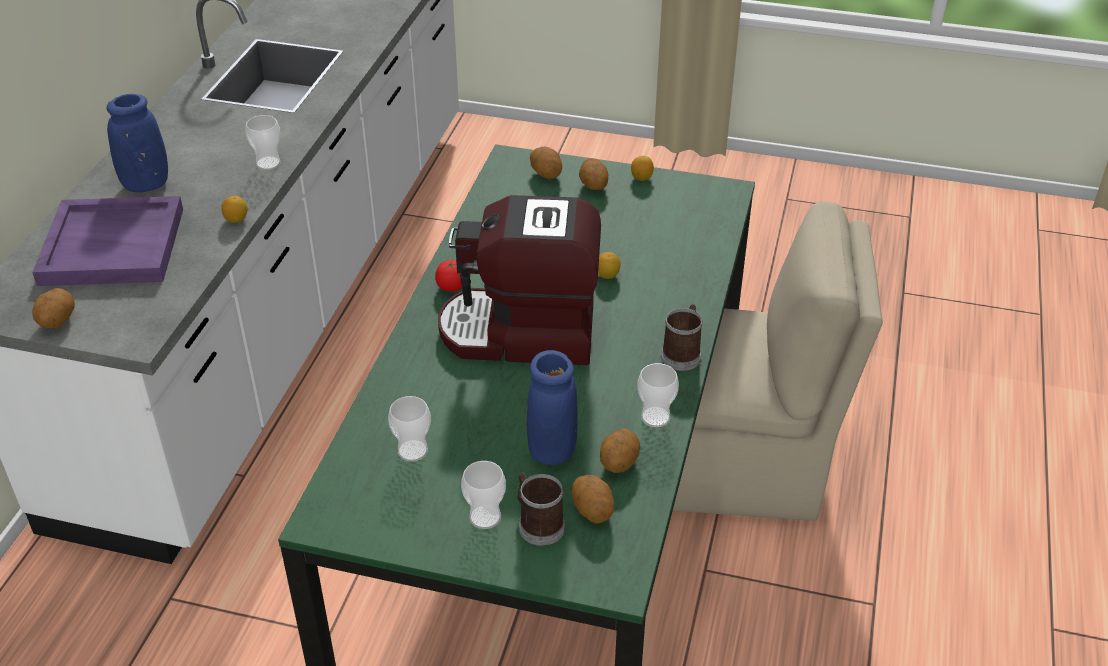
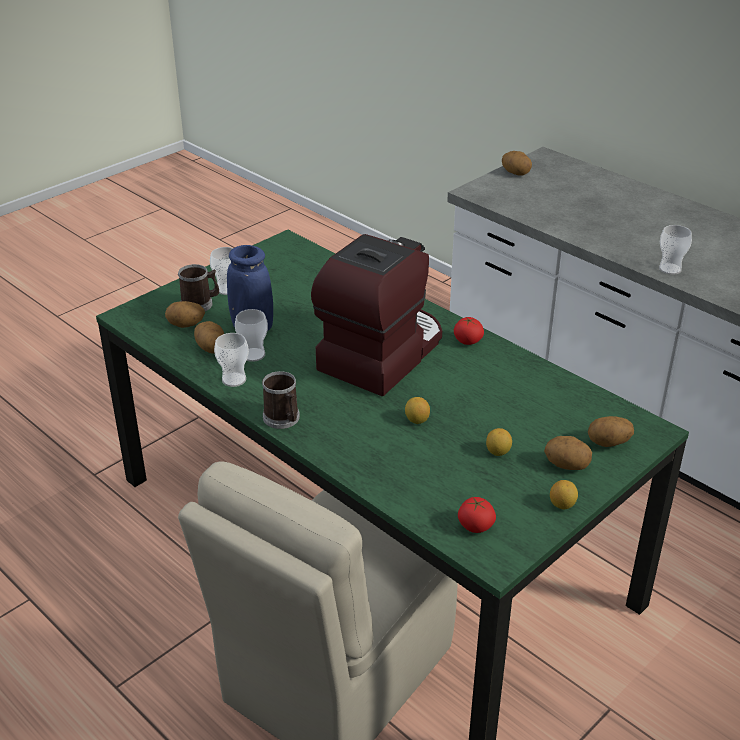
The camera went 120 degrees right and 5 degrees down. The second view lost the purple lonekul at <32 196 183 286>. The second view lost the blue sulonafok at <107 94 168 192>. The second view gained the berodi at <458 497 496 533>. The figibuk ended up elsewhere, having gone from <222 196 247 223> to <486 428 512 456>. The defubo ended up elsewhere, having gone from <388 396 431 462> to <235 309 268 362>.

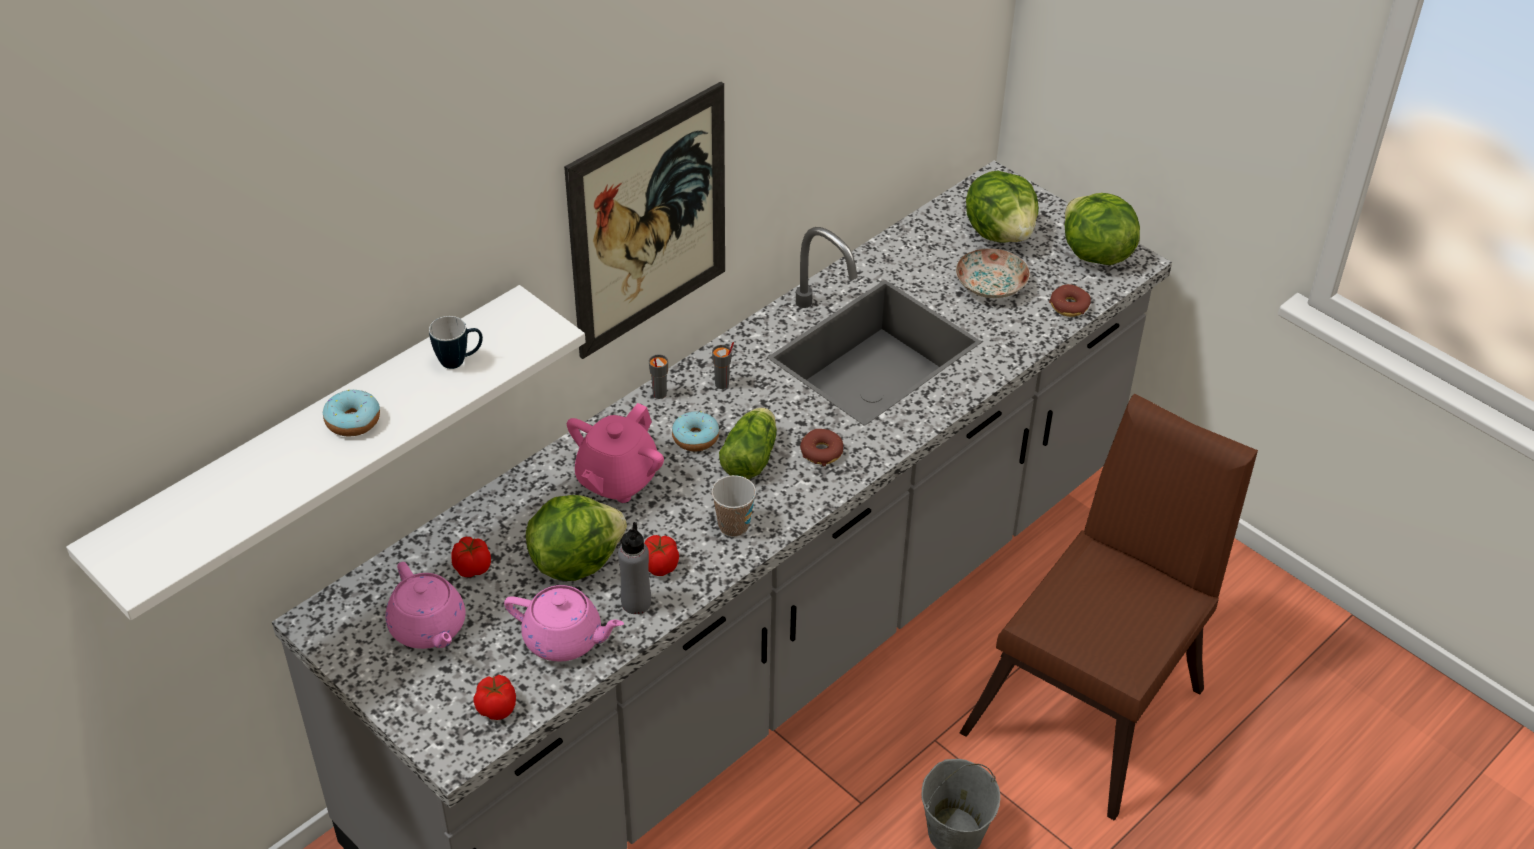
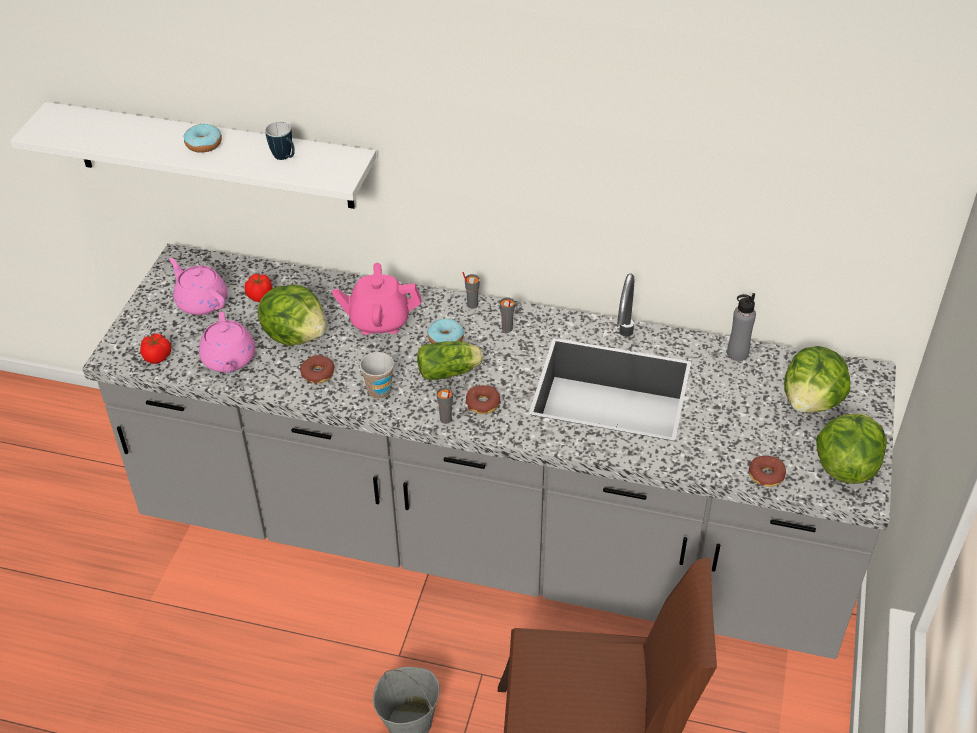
The camera went 60 degrees right and 0 degrees up. The second view lost the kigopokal at <564 81 725 359>. The second view lost the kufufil at <956 248 1030 298>. The second view gained the grey defubo at <436 387 453 424>. The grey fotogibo ended up elsewhere, having gone from <618 522 651 614> to <727 293 756 361>. Where the berodi stood at <644 535 679 576>, the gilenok came to stand at <300 355 334 385>. The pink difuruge at <386 562 465 649> ended up facing another way, 105 degrees clockwise from before.

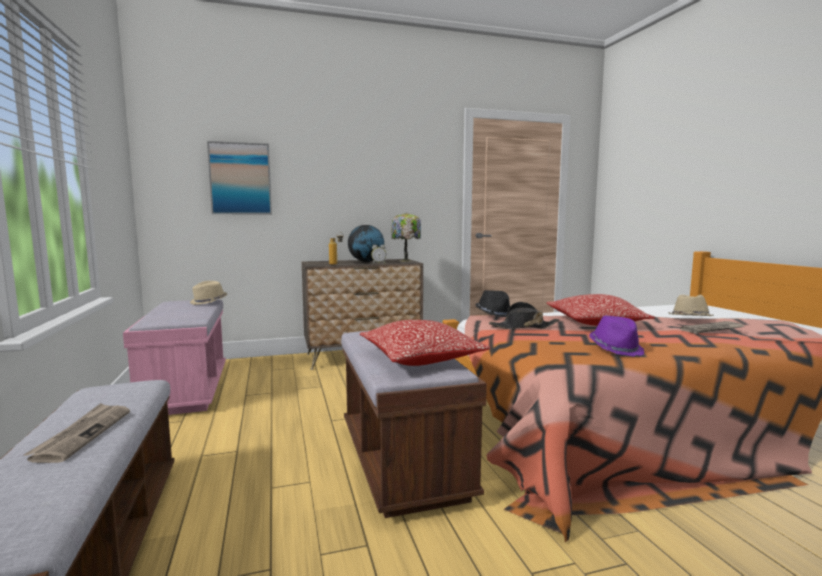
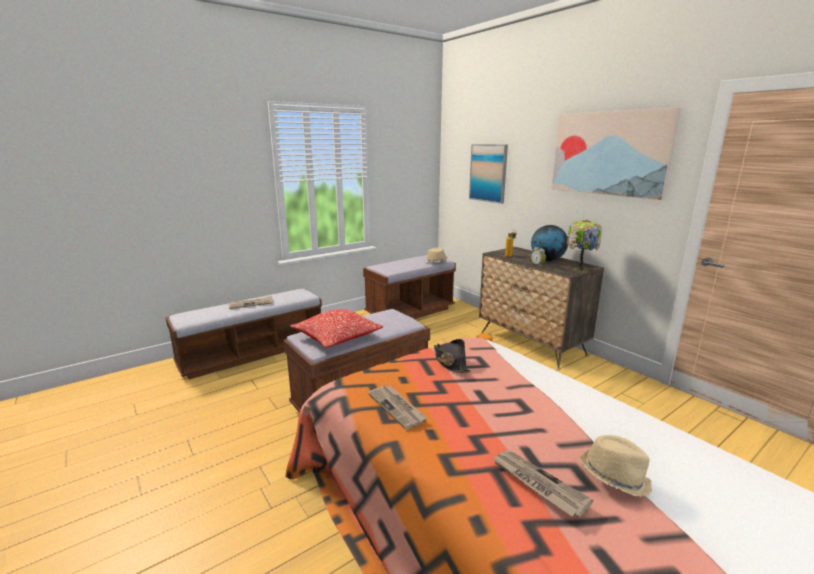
The camera went 70 degrees right and 10 degrees up. The second view lost the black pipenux at <475 290 510 317>. The second view lost the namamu at <546 294 655 326>. The second view gained the kigopokal at <552 107 681 200>. Where the purple pipenux stood at <589 315 644 357>, the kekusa came to stand at <368 386 427 430>. What was the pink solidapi at <123 300 226 415> turned into the brown solidapi at <363 255 456 319>.

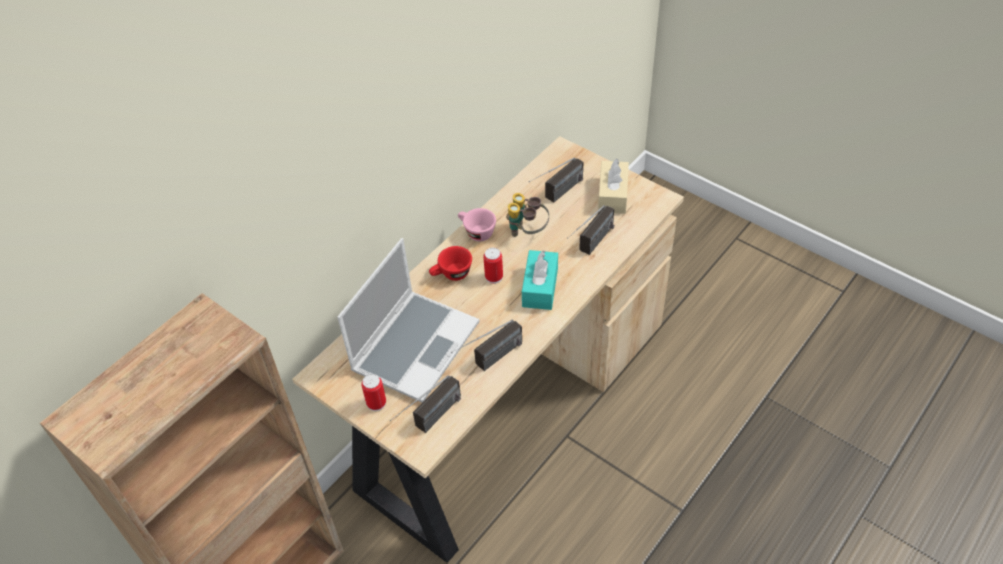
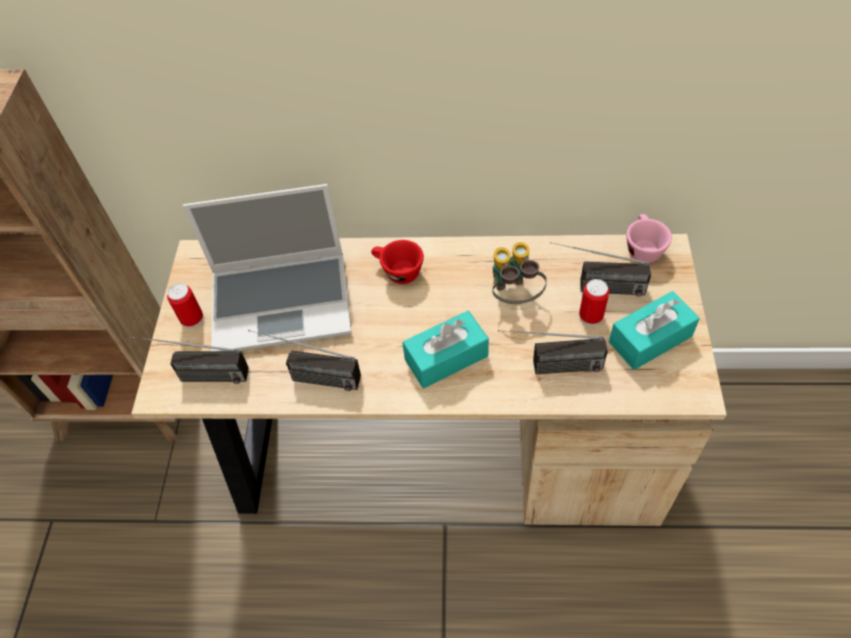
The camera went 55 degrees right and 5 degrees up. The pink defubo ended up elsewhere, having gone from <458 208 496 241> to <626 214 672 263>. The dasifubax ended up elsewhere, having gone from <483 248 503 284> to <579 279 609 326>. What was the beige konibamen at <598 159 629 214> turned into the turquoise konibamen at <609 291 700 370>.

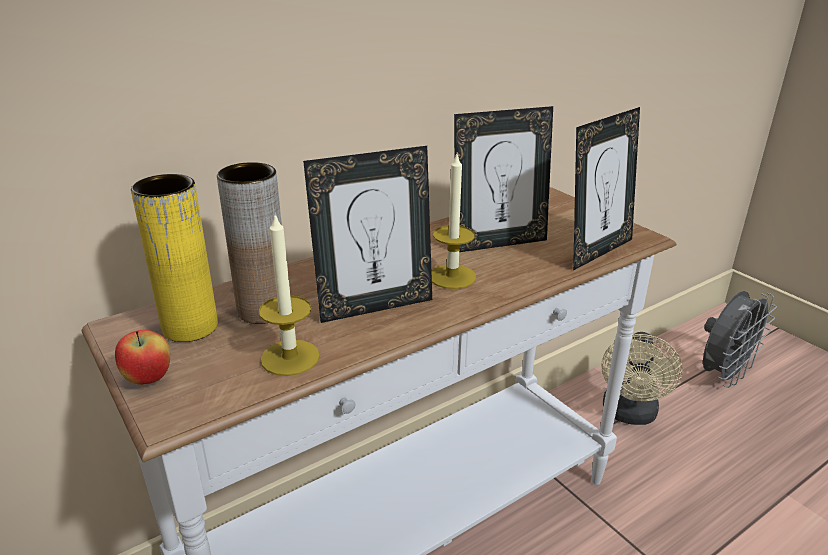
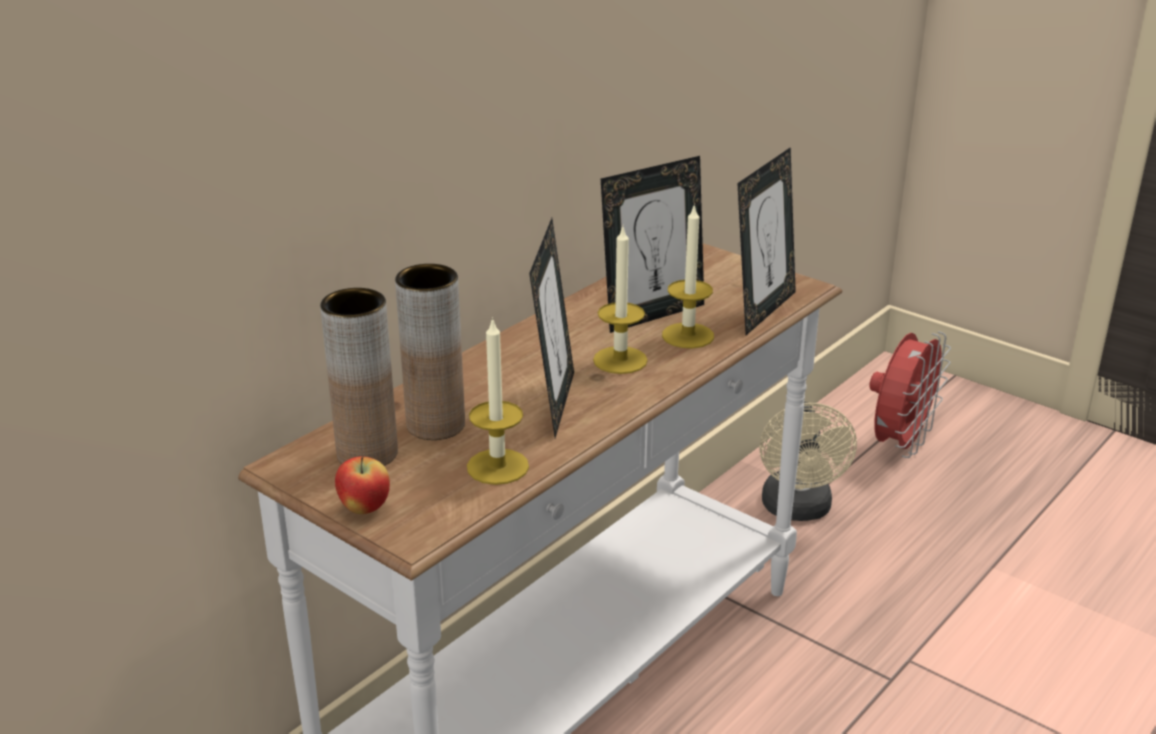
The camera went 15 degrees left and 0 degrees up. The second view gained the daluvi at <662 204 714 348>. What was the yellow sulonafok at <131 174 218 342> turned into the brown sulonafok at <320 288 398 466>. What was the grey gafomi at <703 291 777 388> turned into the red gafomi at <869 331 951 458>. The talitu at <303 146 432 323> ended up facing another way, 45 degrees counterclockwise from before.

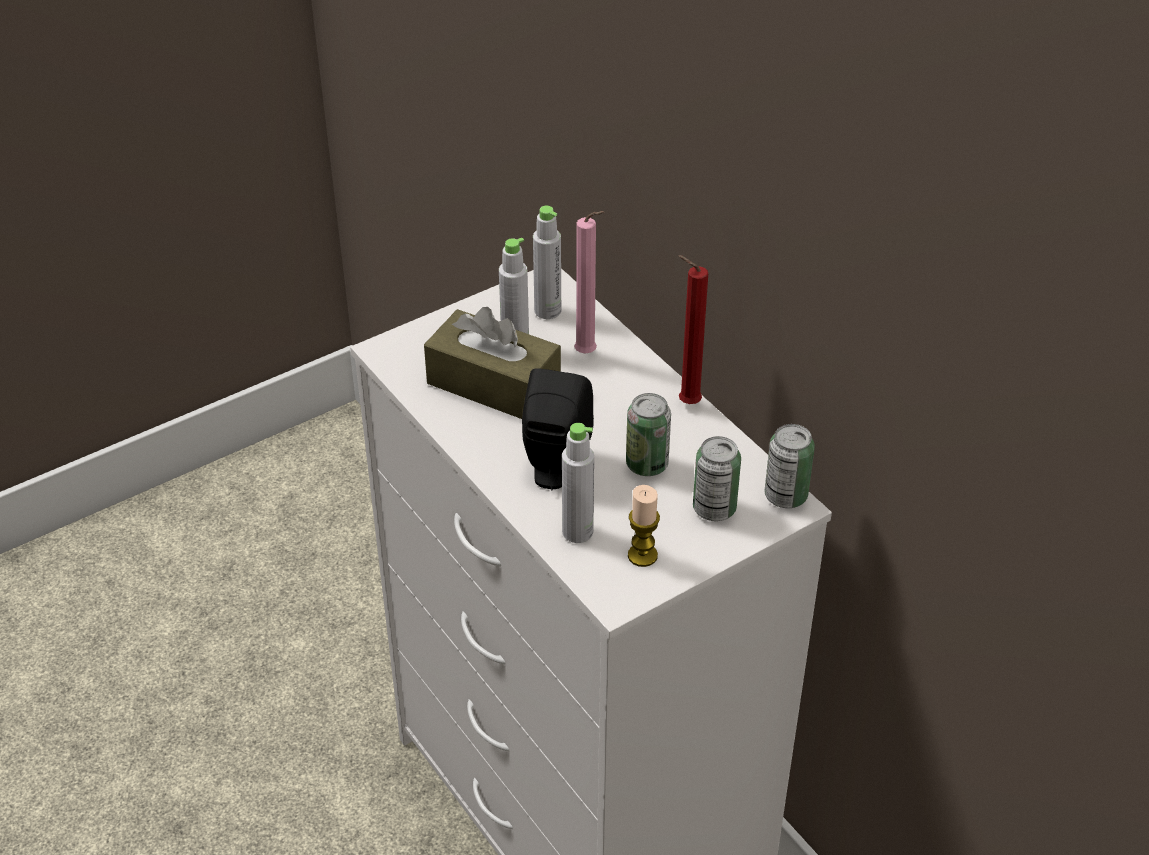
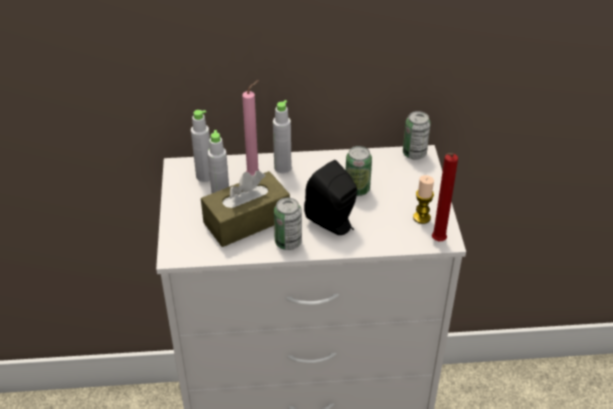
The camera went 60 degrees left and 0 degrees up. The grey fotogibo ended up elsewhere, having gone from <562 423 594 543> to <273 100 291 174>. The red daluvi ended up elsewhere, having gone from <678 255 708 404> to <432 153 458 241>. The dasifubax ended up elsewhere, having gone from <693 436 741 521> to <274 198 302 250>.

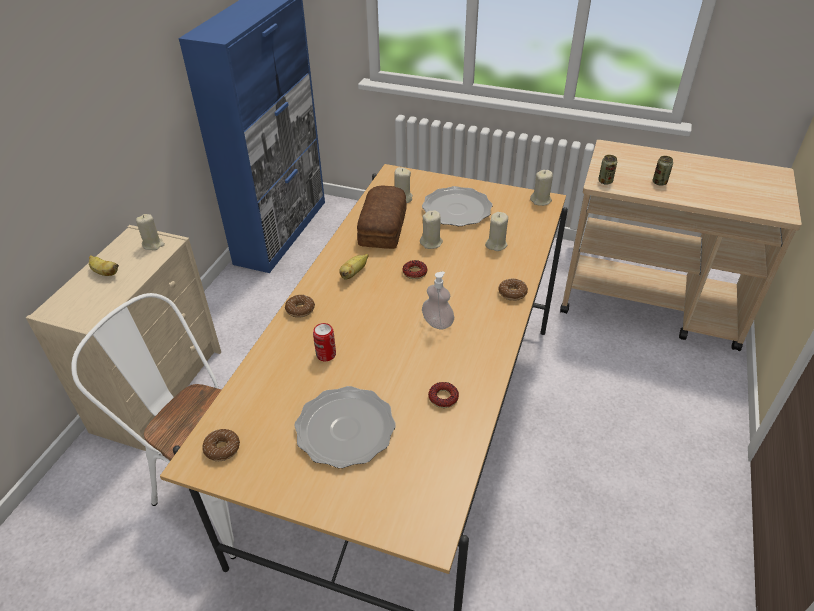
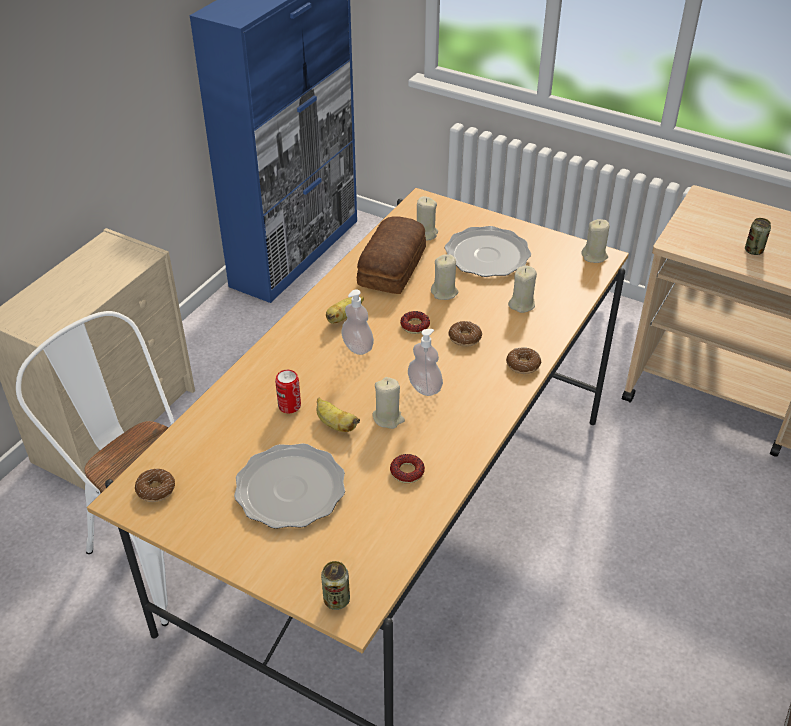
The camera went 10 degrees right and 0 degrees up. The second view gained the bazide at <341 290 374 355>. The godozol ended up elsewhere, having gone from <89 255 119 276> to <316 398 360 432>. The beige daluvi ended up elsewhere, having gone from <136 214 165 250> to <372 377 405 429>. The gilenok ended up elsewhere, having gone from <285 295 315 318> to <448 321 482 347>. The dasifubax ended up elsewhere, having gone from <598 155 617 185> to <321 561 350 610>.

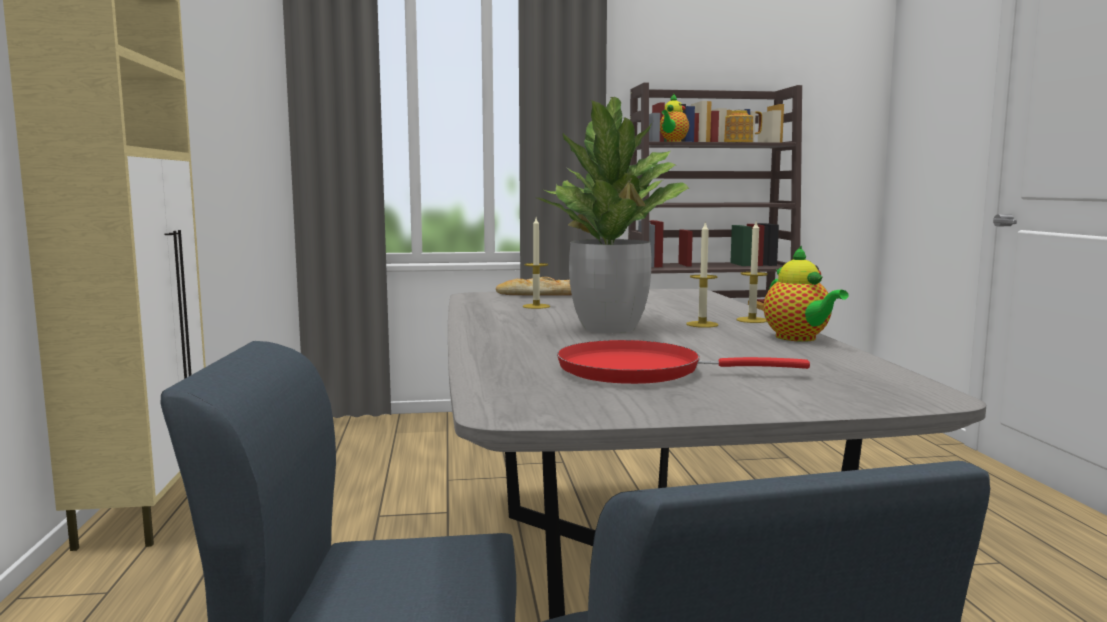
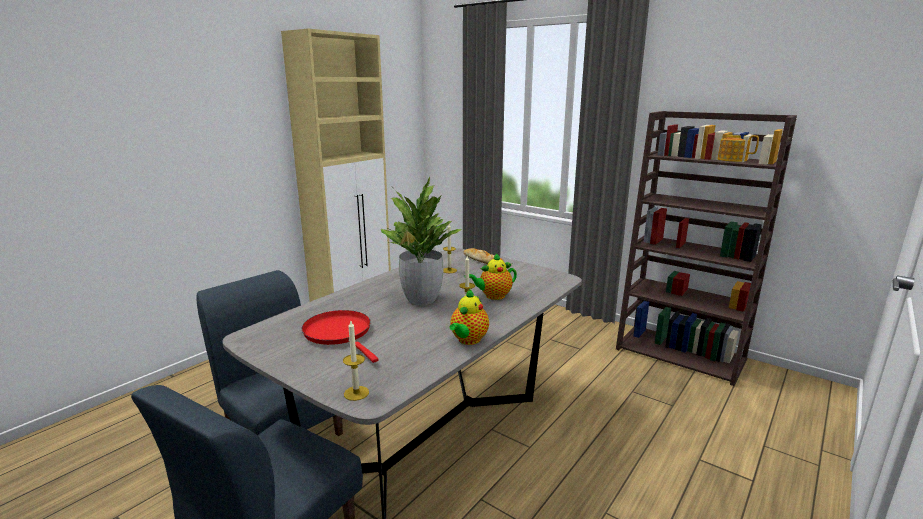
The camera went 45 degrees right and 10 degrees up. The difuruge ended up elsewhere, having gone from <660 93 689 142> to <464 253 517 300>. The daluvi ended up elsewhere, having gone from <736 222 768 323> to <343 321 369 401>.

